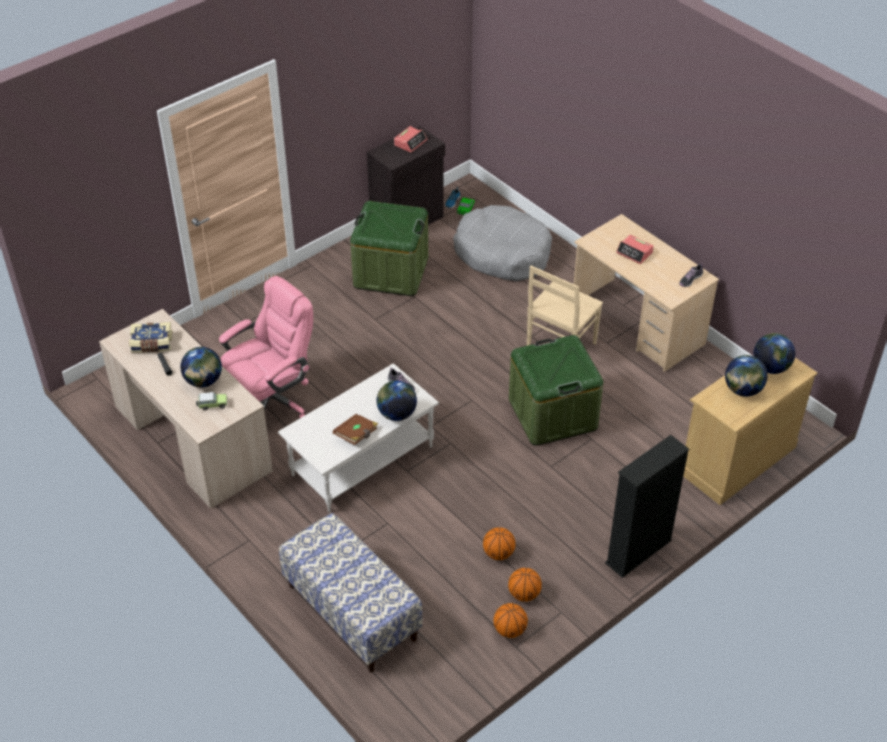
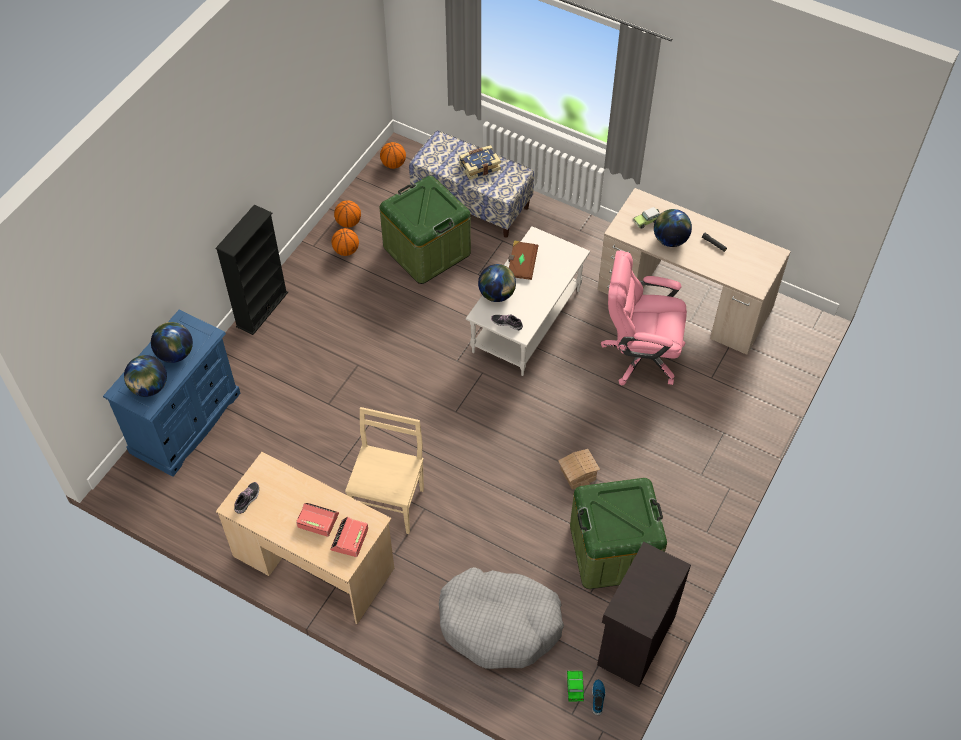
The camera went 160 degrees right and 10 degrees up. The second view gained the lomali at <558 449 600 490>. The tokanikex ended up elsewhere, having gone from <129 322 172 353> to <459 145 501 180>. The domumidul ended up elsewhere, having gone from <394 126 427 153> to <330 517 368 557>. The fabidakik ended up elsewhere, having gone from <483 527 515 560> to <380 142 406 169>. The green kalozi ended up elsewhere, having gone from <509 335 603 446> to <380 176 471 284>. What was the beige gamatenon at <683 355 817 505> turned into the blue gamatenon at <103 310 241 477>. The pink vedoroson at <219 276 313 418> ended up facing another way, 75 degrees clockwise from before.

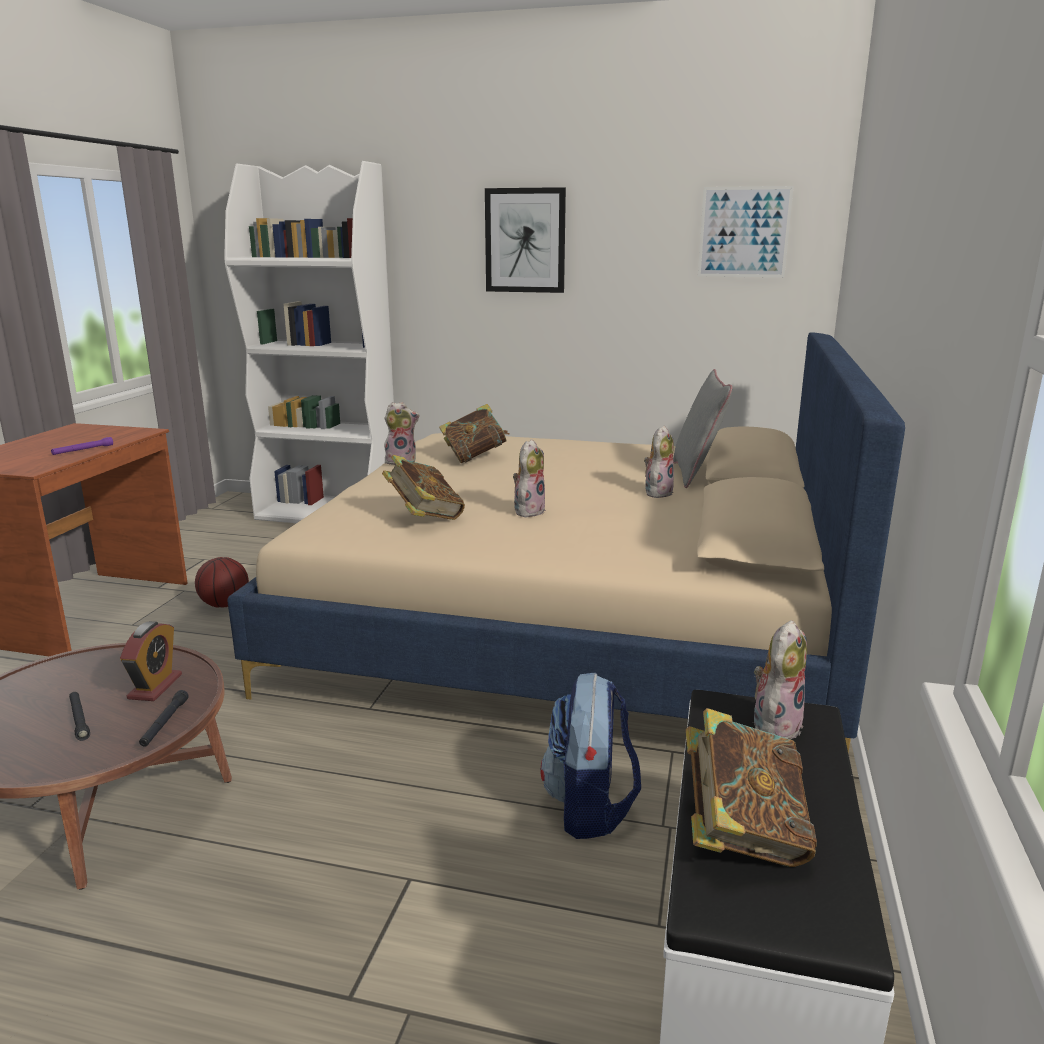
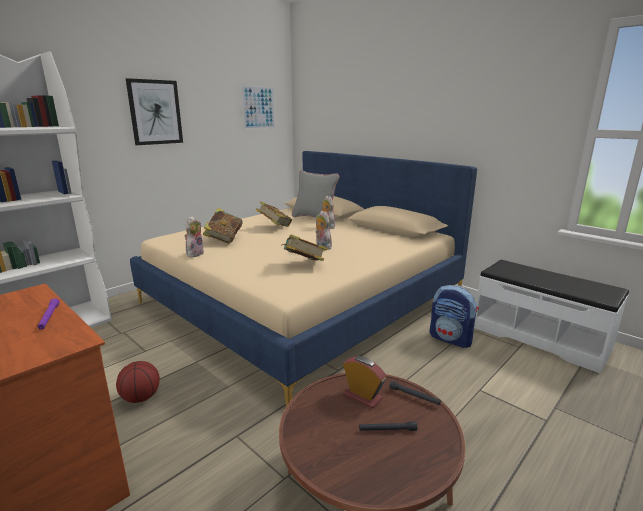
The camera went 60 degrees left and 0 degrees up. The second view lost the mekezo at <754 620 807 740>. The tokanikex ended up elsewhere, having gone from <686 708 817 867> to <256 201 292 227>.

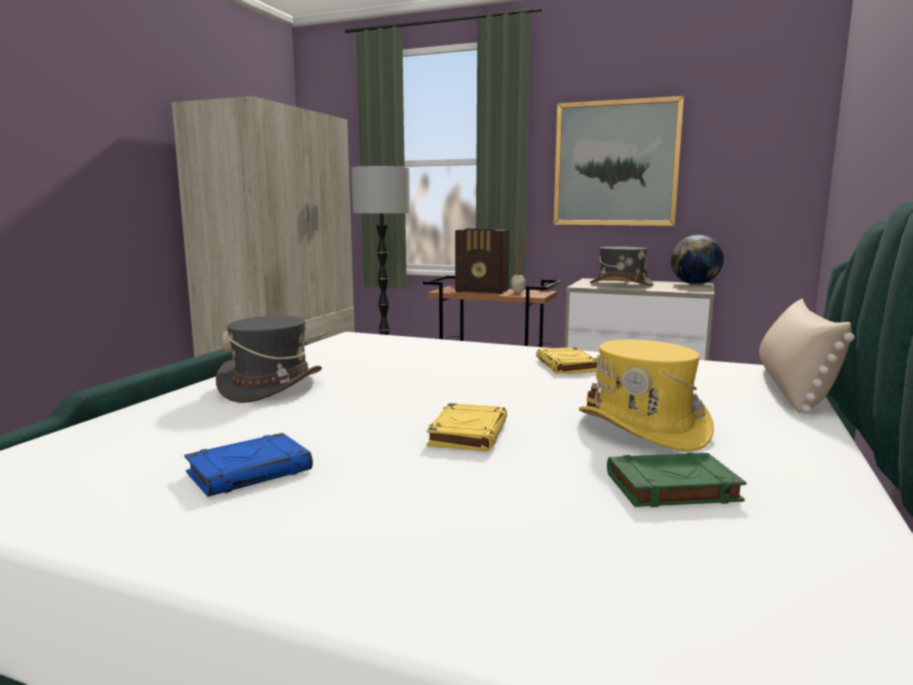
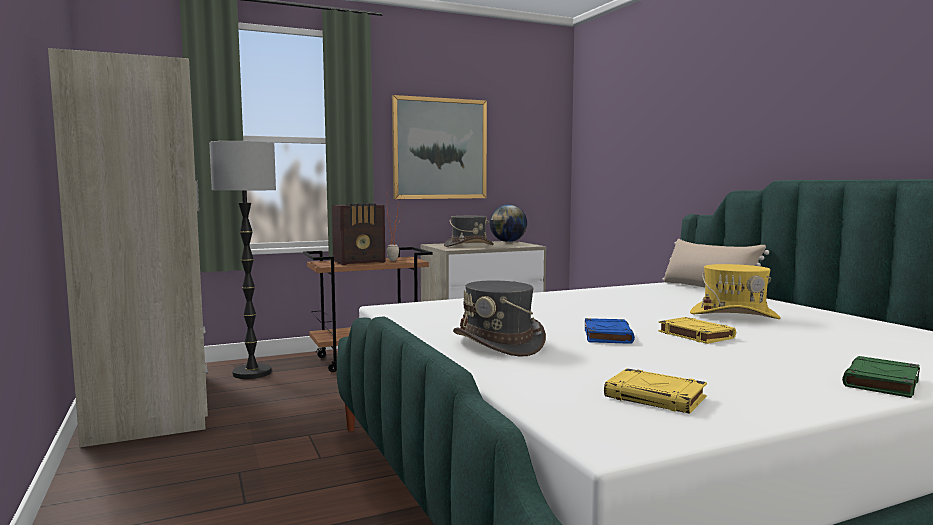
The camera went 45 degrees left and 5 degrees down. The blue tokanikex ended up elsewhere, having gone from <184 433 313 497> to <585 318 635 344>. The yellow tokanikex ended up elsewhere, having gone from <536 347 597 374> to <604 368 707 414>. The green tokanikex ended up elsewhere, having gone from <607 452 747 507> to <842 356 920 398>.

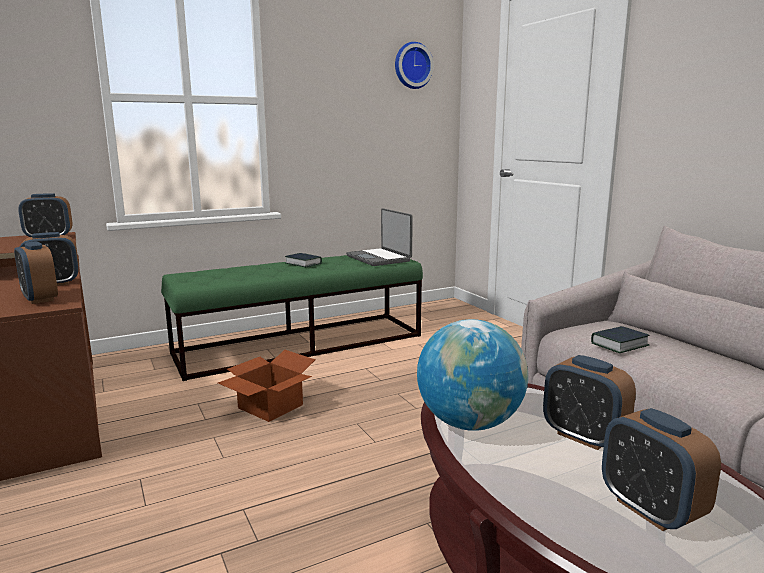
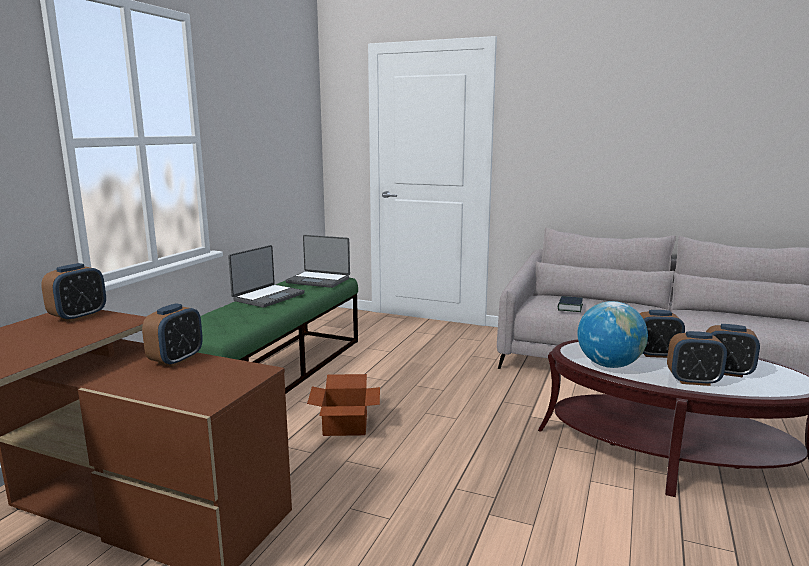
The camera went 40 degrees left and 0 degrees up. The second view lost the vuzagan at <395 42 434 89>. The domumidul ended up elsewhere, having gone from <14 241 58 304> to <667 331 727 386>. Where the tokanikex stood at <285 253 322 267>, the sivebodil came to stand at <228 245 305 307>.

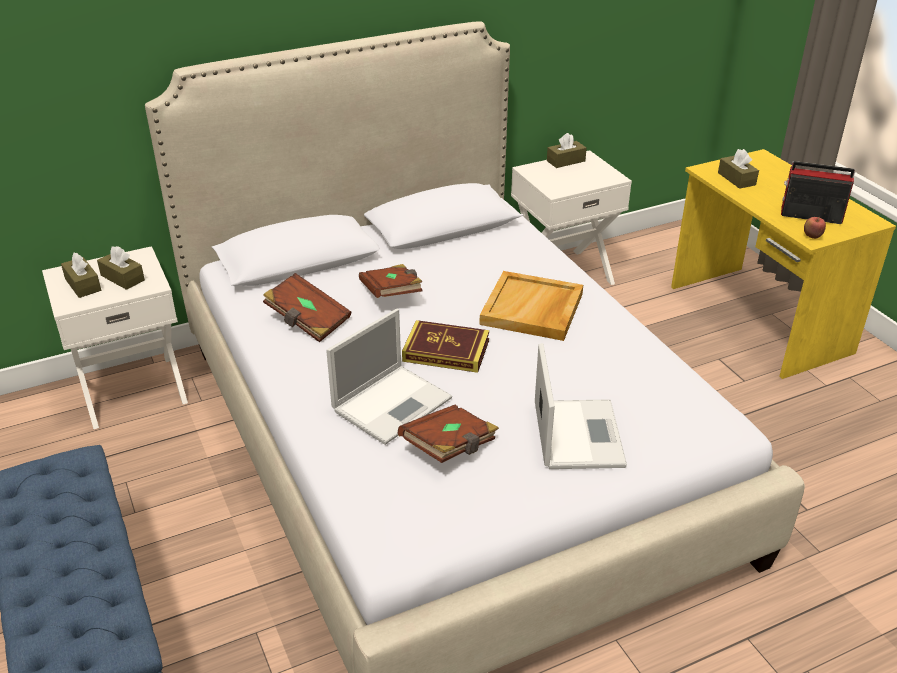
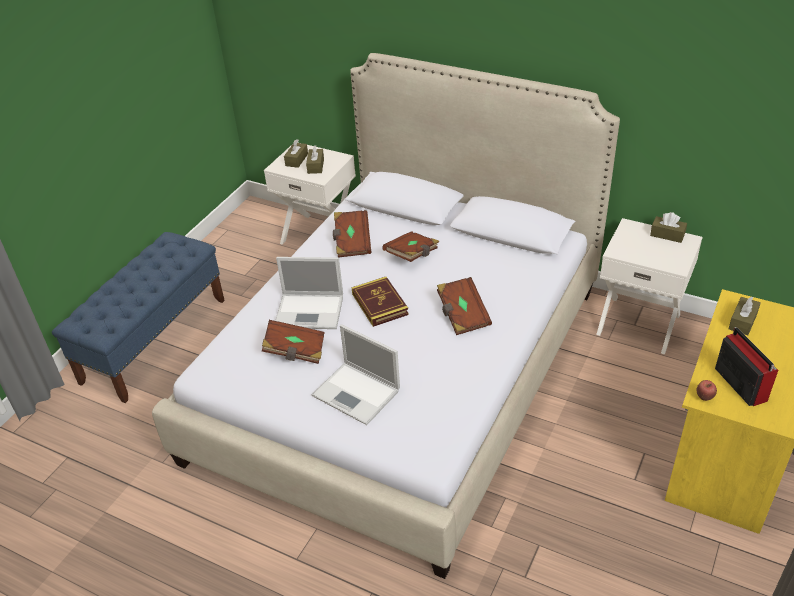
The camera went 55 degrees right and 5 degrees up. Where the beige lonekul stood at <479 271 583 341>, the brown tokanikex came to stand at <437 277 492 335>. The sivebodil at <535 343 627 469> ended up facing another way, 75 degrees clockwise from before.

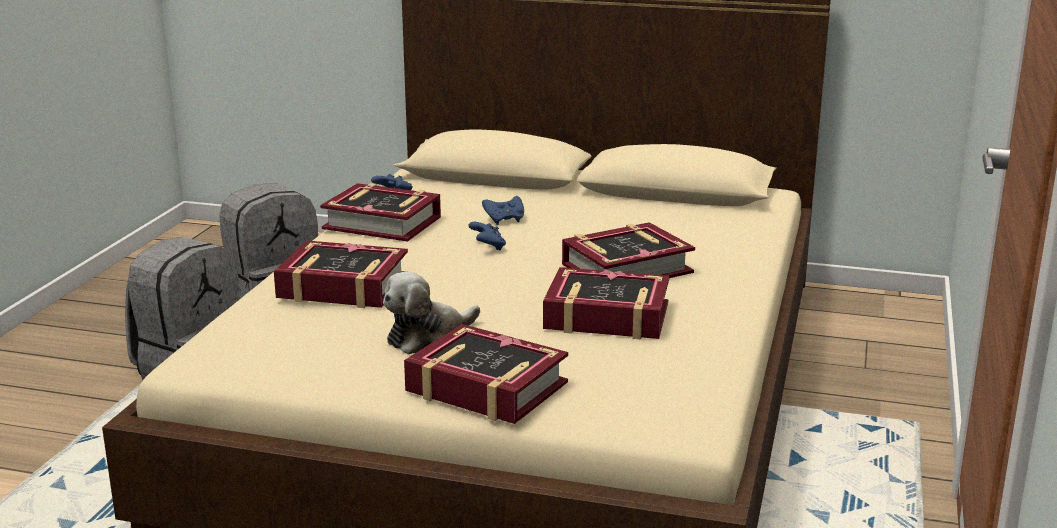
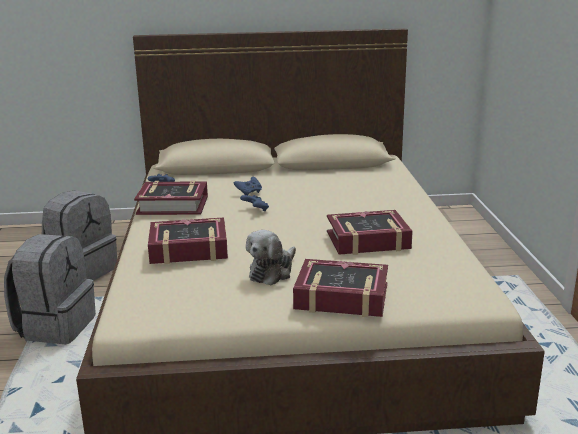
The camera went 20 degrees left and 0 degrees up. The second view lost the tokanikex at <562 222 695 278>.

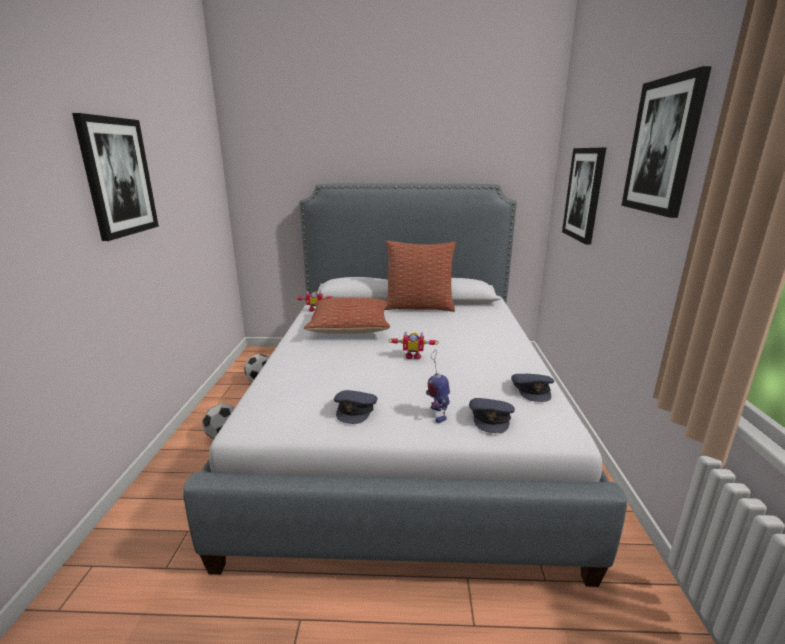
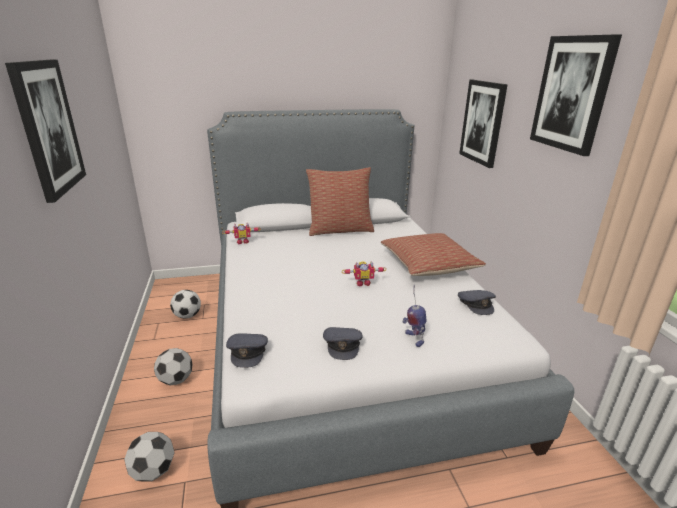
The camera went 15 degrees left and 5 degrees up. The second view gained the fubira at <124 432 175 482>. The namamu ended up elsewhere, having gone from <304 298 390 334> to <381 233 486 276>. The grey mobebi ended up elsewhere, having gone from <469 398 515 433> to <226 333 268 368>.

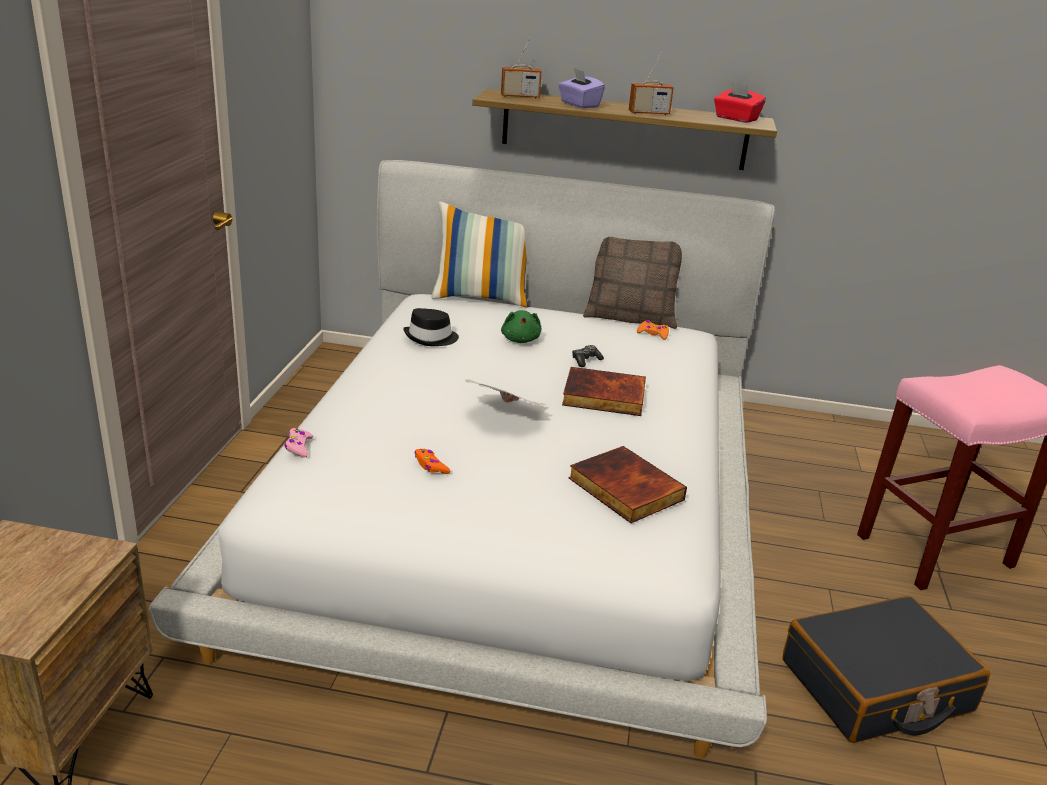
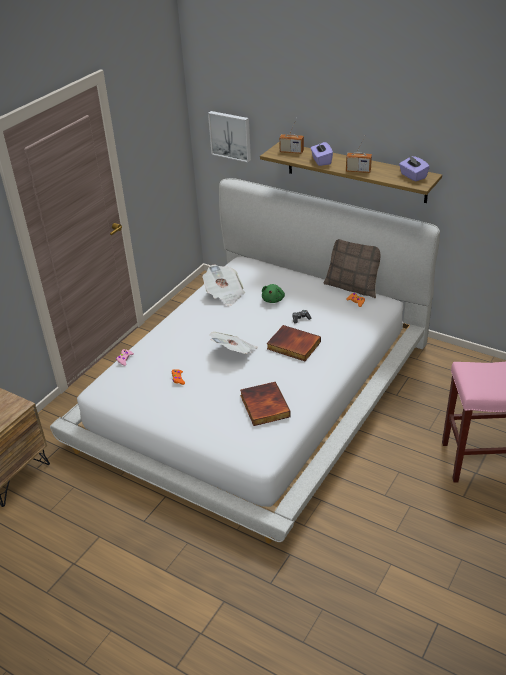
The camera went 25 degrees right and 10 degrees up. The second view lost the namamu at <431 202 529 308>. The second view lost the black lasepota at <783 596 990 743>. The second view gained the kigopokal at <208 111 251 162>. Where the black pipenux stood at <403 308 459 346>, the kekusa came to stand at <202 265 245 306>. What was the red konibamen at <714 82 766 123> turned into the purple konibamen at <399 155 430 182>.

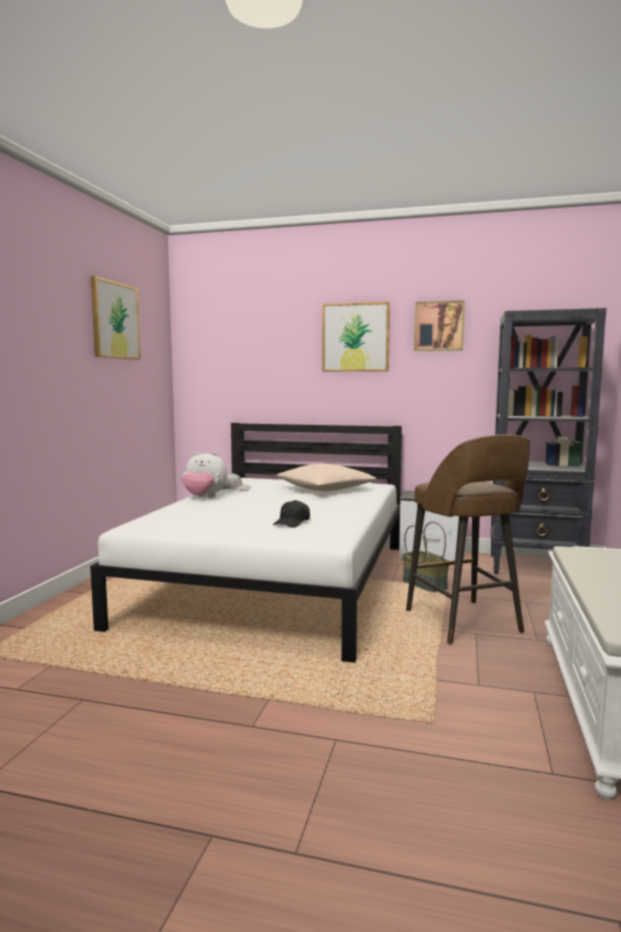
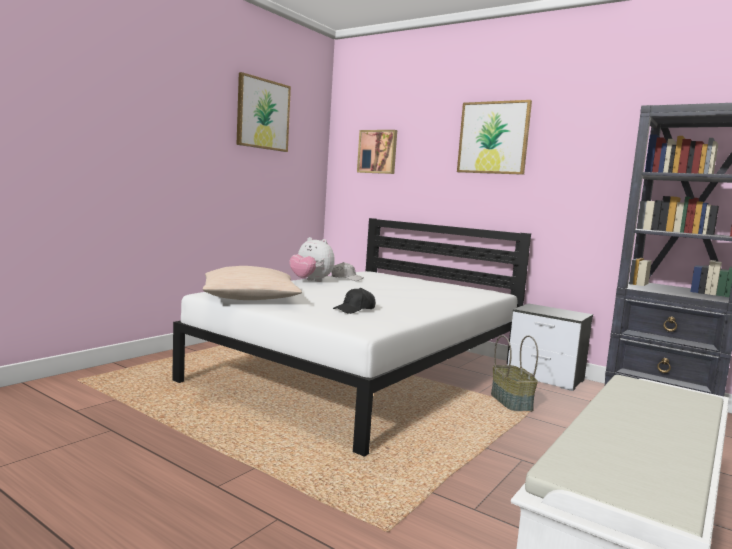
The camera went 20 degrees right and 0 degrees up. The second view lost the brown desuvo at <406 434 530 645>. The beige namamu ended up elsewhere, having gone from <276 464 377 491> to <203 266 302 300>. The kigopokal ended up elsewhere, having gone from <414 300 465 351> to <357 130 397 174>.

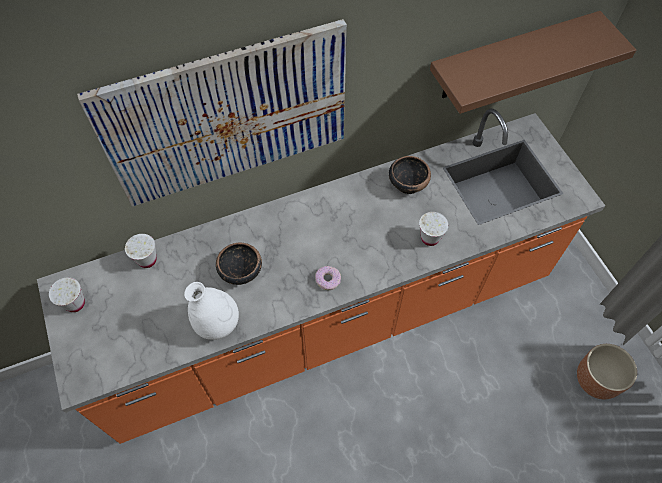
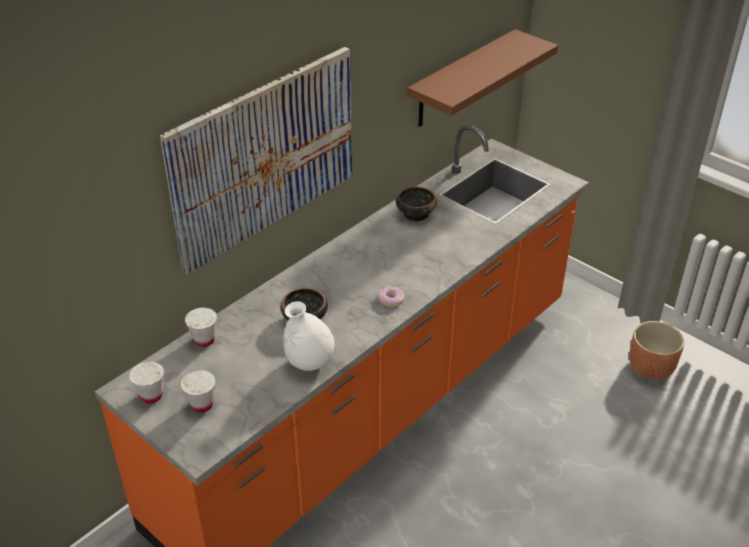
The camera went 25 degrees left and 20 degrees down. The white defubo ended up elsewhere, having gone from <419 212 449 246> to <181 370 216 412>.

